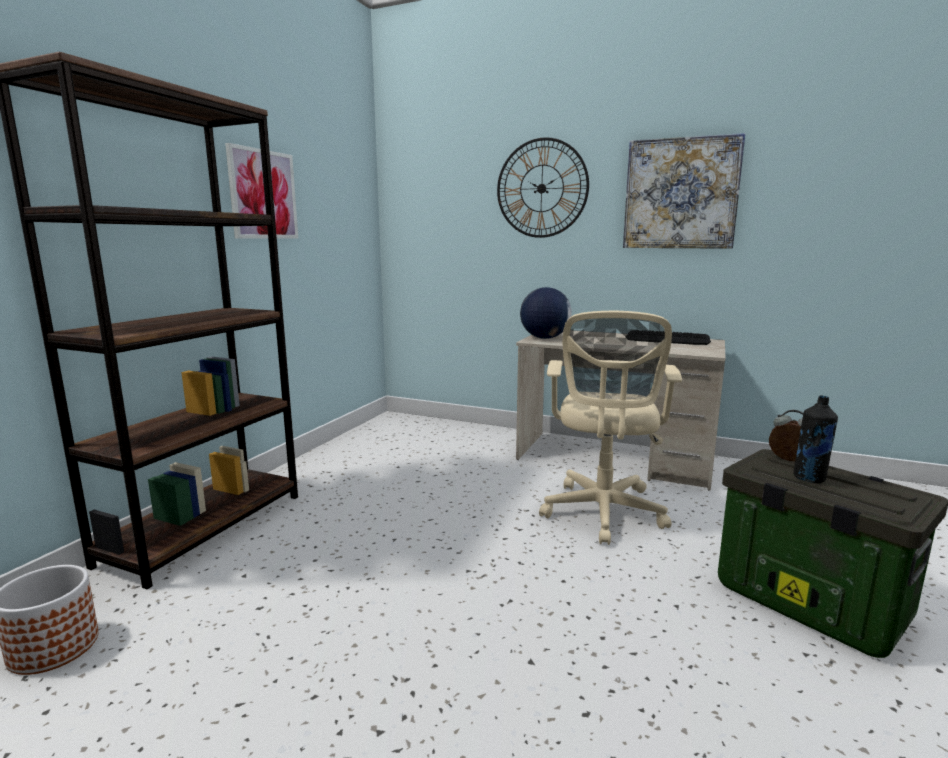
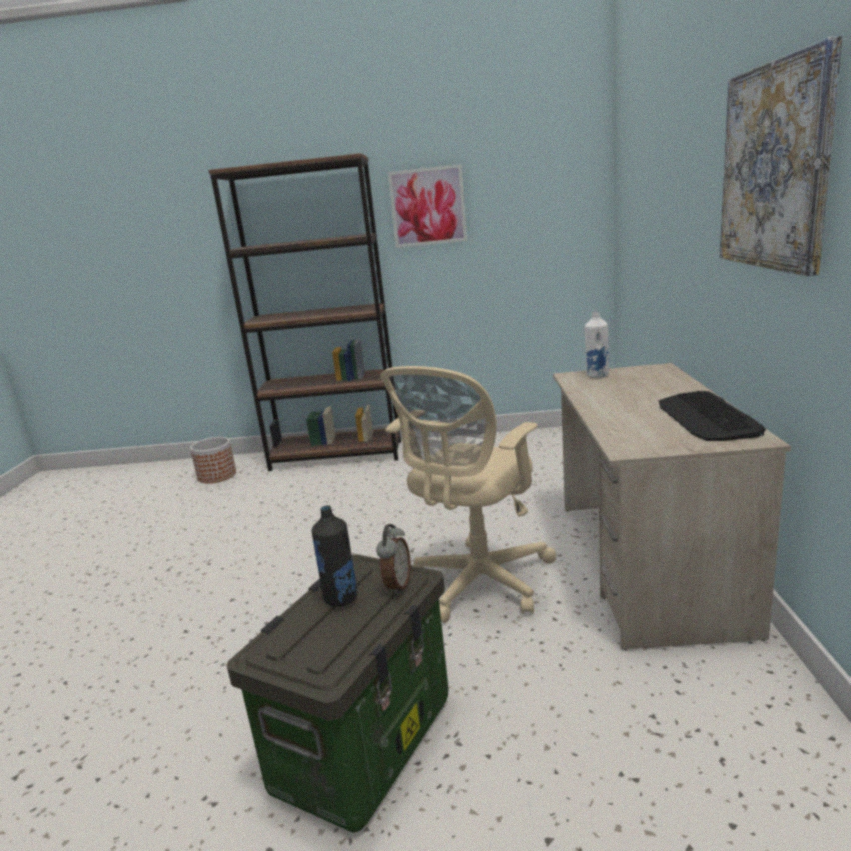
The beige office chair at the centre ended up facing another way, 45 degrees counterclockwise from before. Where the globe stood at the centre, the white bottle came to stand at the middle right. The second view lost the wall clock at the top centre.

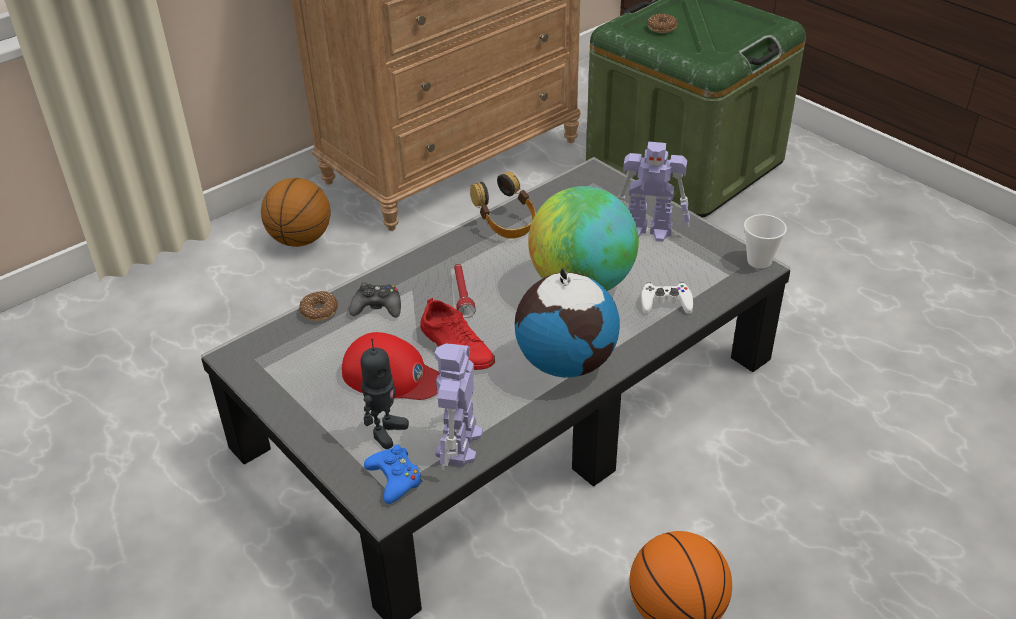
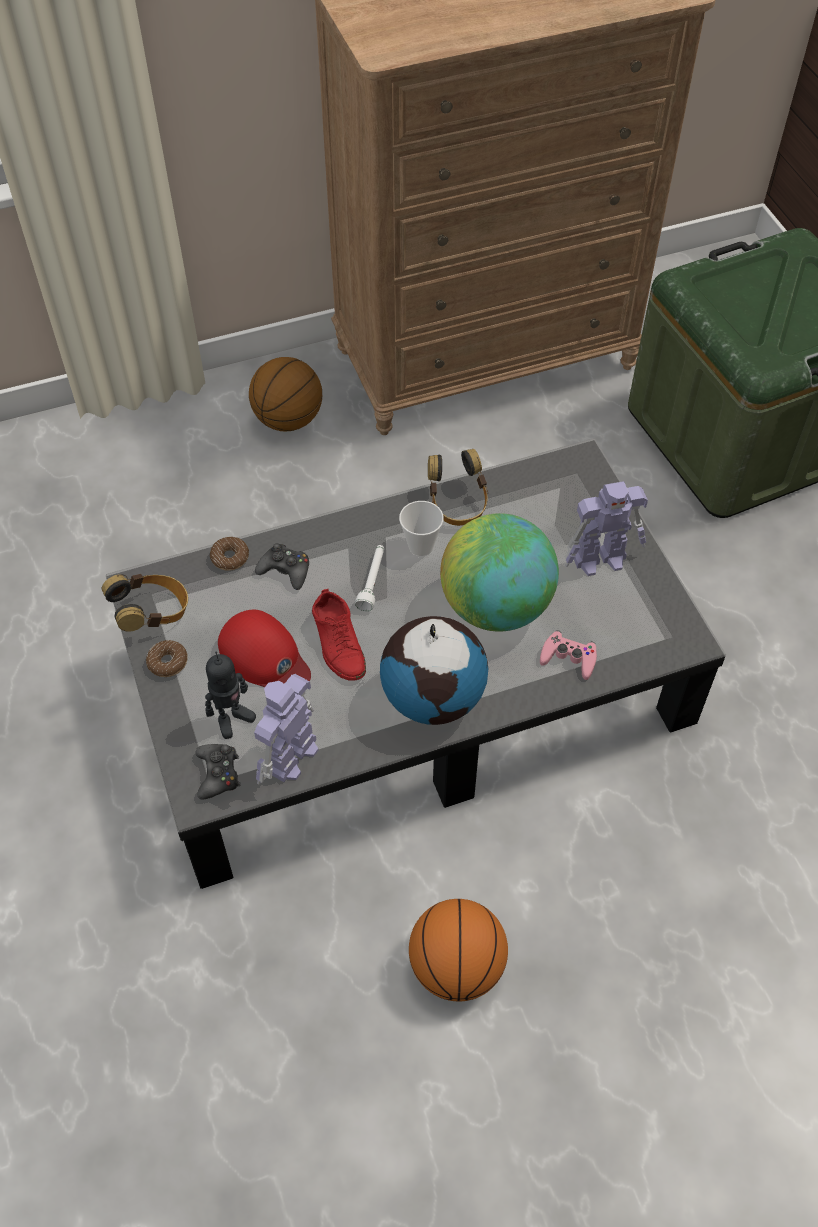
The second view gained the headphones (1st from left) at the middle left. The donut (2nd from left in the first image) ended up elsewhere, having gone from the top centre to the middle left. What was the blue game controller at the bottom centre turned into the black game controller (1st from left) at the middle left. What was the red flashlight at the centre turned into the white flashlight at the centre. The cup ended up elsewhere, having gone from the middle right to the centre. What was the white game controller at the centre turned into the pink game controller at the middle right. The toy robot (3rd from left) at the top centre ended up facing another way, 45 degrees counterclockwise from before.

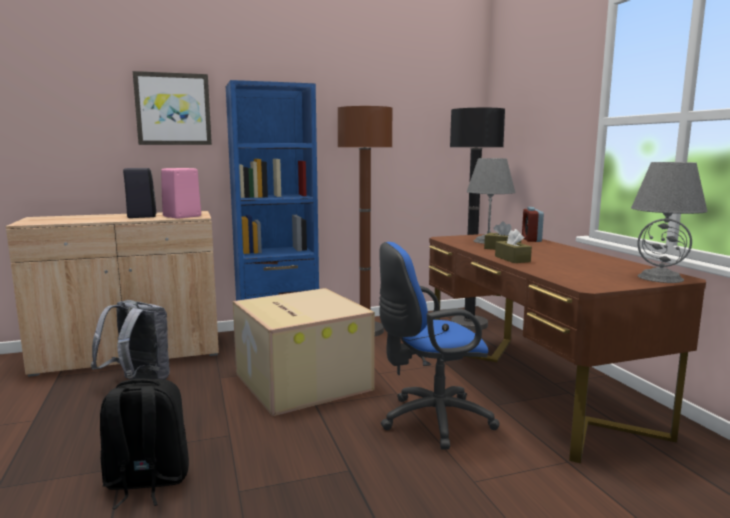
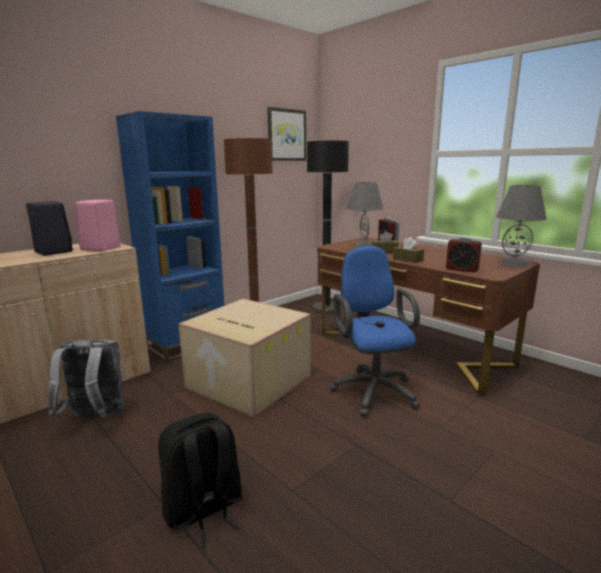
The picture ended up elsewhere, having gone from the top left to the top centre. The blue office chair at the bottom centre ended up facing another way, 120 degrees clockwise from before. The second view gained the alarm clock (2nd from left) at the middle right.

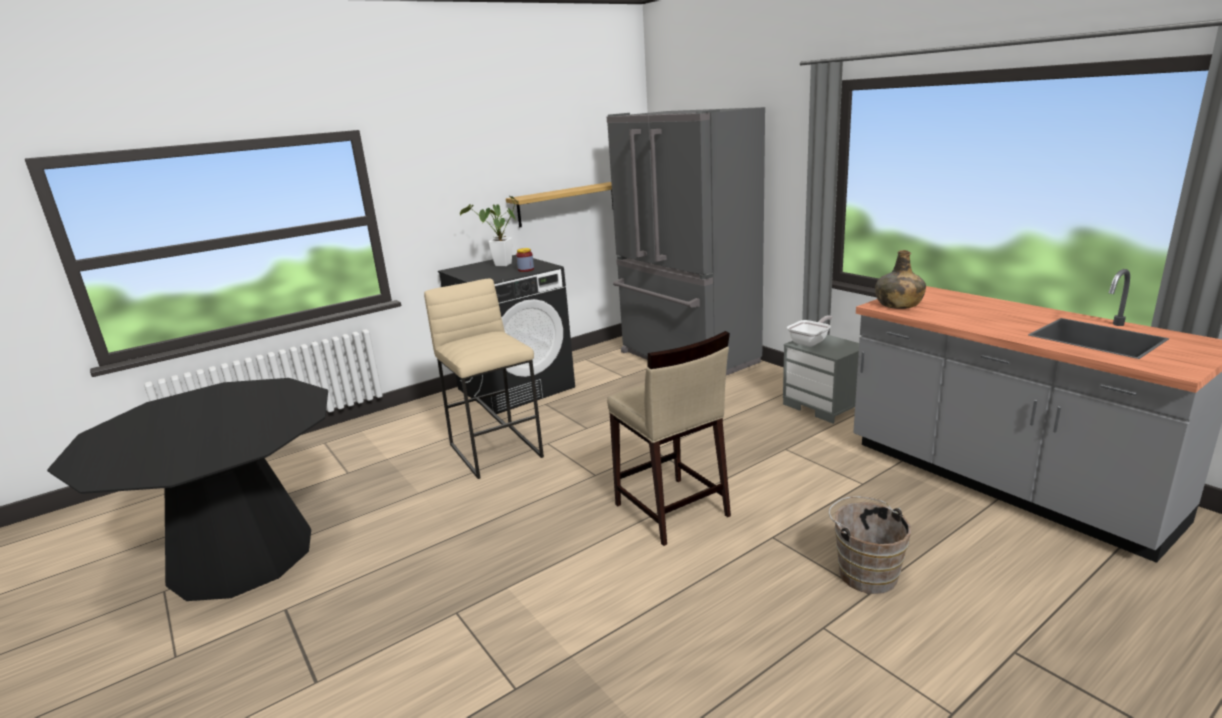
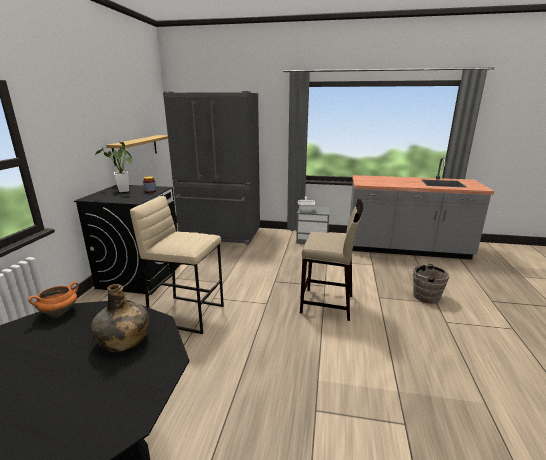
The second view gained the orange cooking pot at the middle left. The green bottle ended up elsewhere, having gone from the middle right to the bottom left.

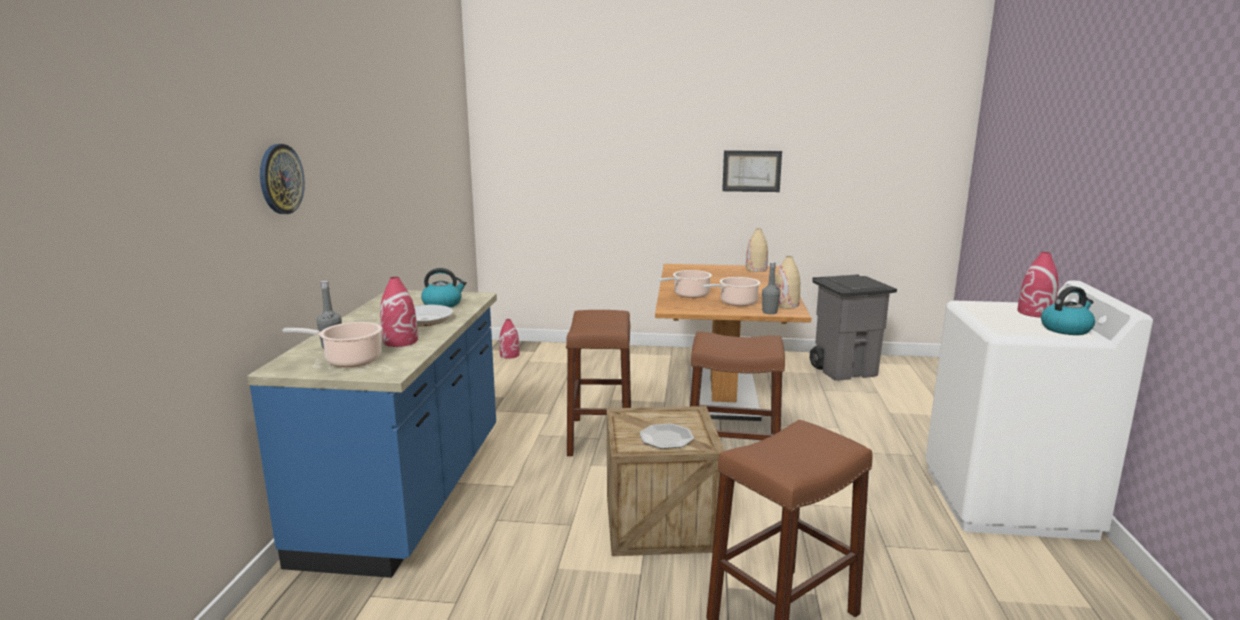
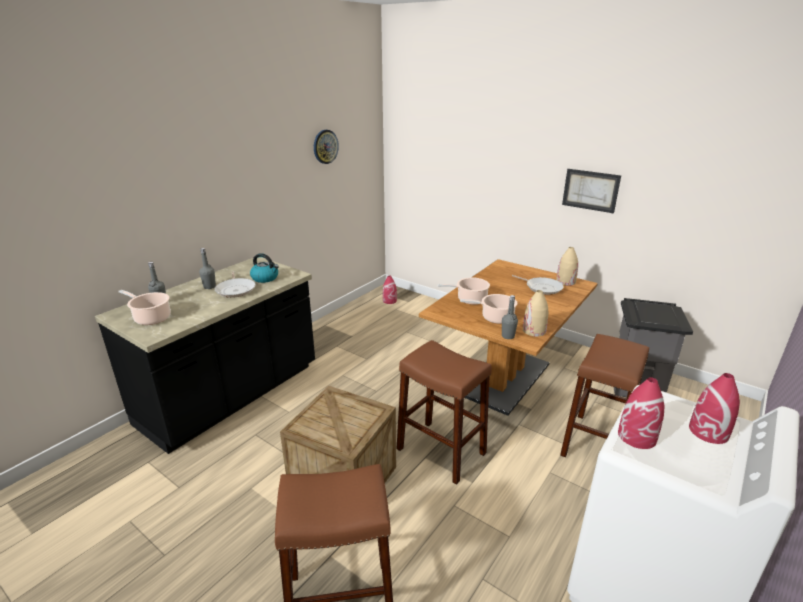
What was the blue counter at the bottom left turned into the black counter at the middle left. The second view gained the grey bottle (2nd from left) at the middle left. The wall clock ended up elsewhere, having gone from the top left to the top centre. The second view gained the frying pan (2nd from left) at the middle right. The brown stool (1st from left in the first image) ended up elsewhere, having gone from the centre to the middle right. The red vase (1st from left in the first image) ended up elsewhere, having gone from the middle left to the bottom right. The second view lost the plate at the bottom centre. The second view lost the kettle (2nd from left) at the middle right.

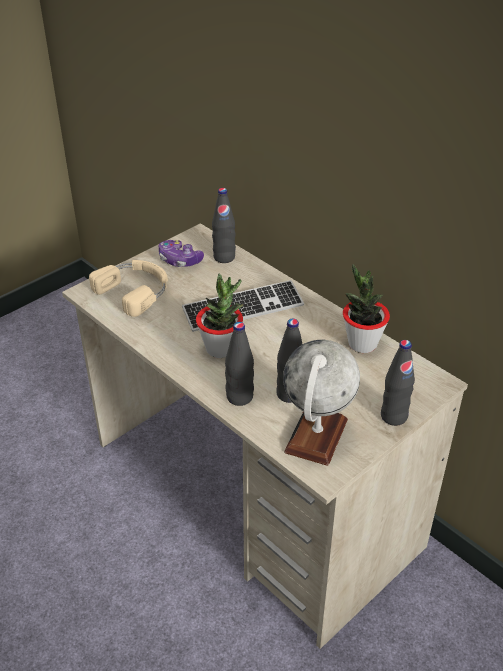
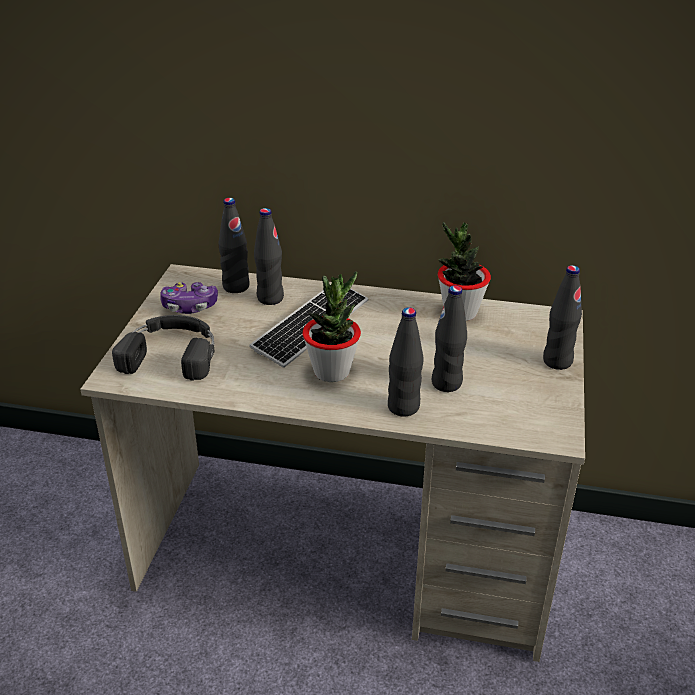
What was the beige headphones at the middle left turned into the black headphones at the middle left. The second view gained the black bottle (2nd from left) at the centre. The second view lost the globe at the centre.

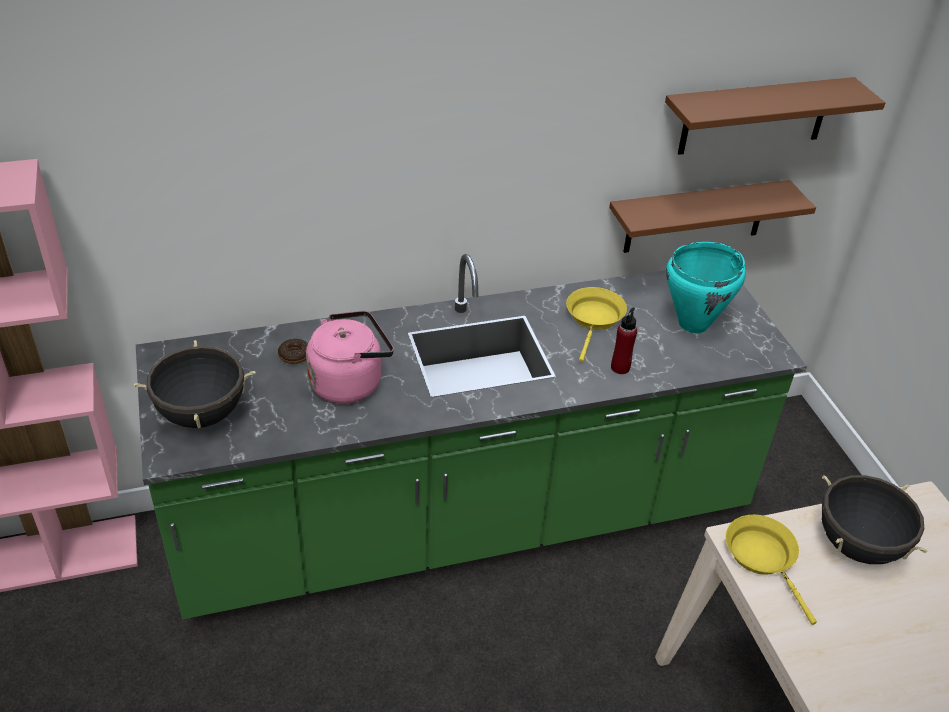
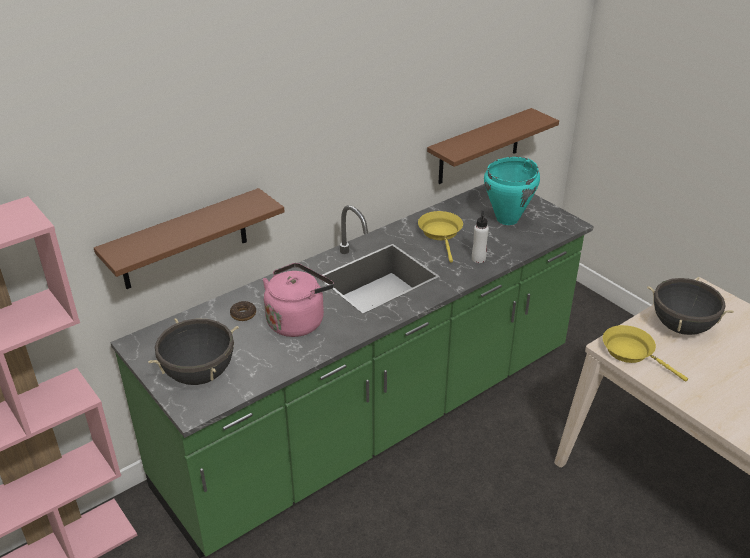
The brown shelf (2nd from left in the first image) ended up elsewhere, having gone from the top right to the middle left. What was the red bottle at the centre turned into the white bottle at the centre.

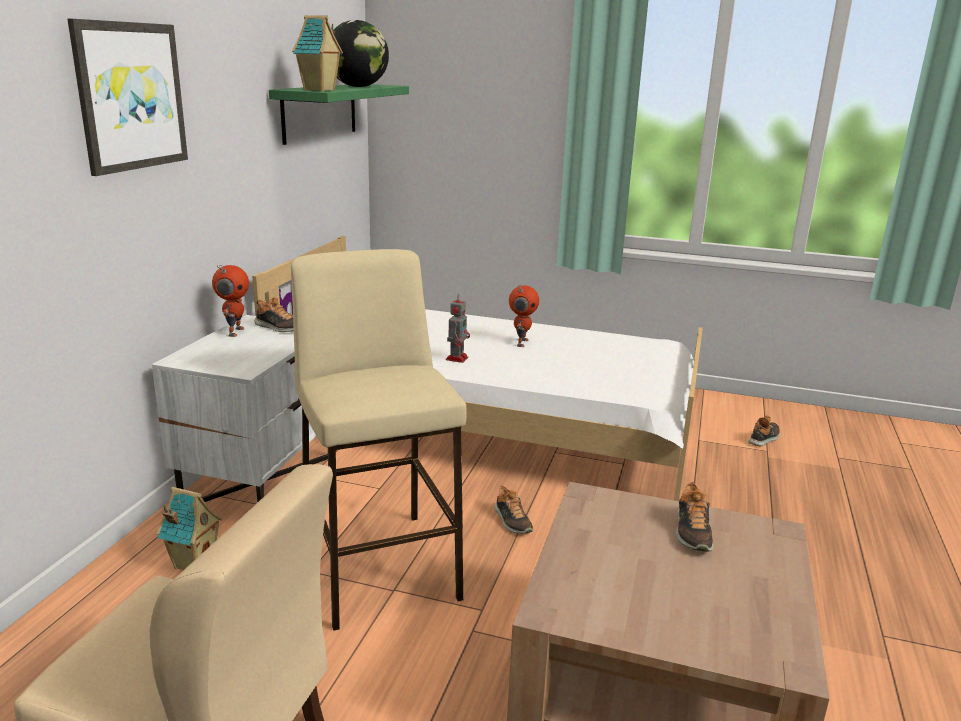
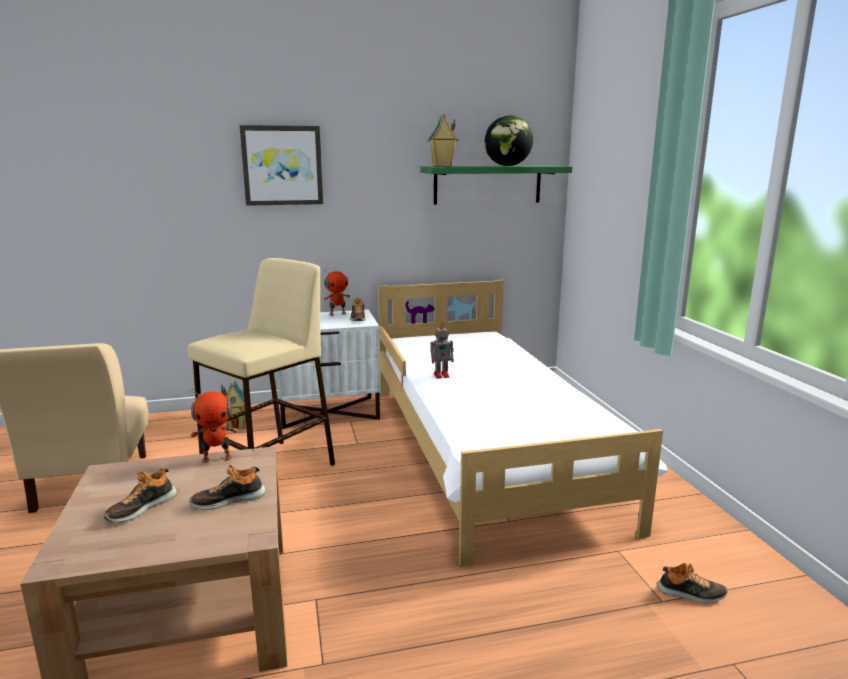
The shoe (2nd from left in the first image) ended up elsewhere, having gone from the bottom centre to the bottom left. The toy robot (3rd from left in the first image) ended up elsewhere, having gone from the centre to the middle left.

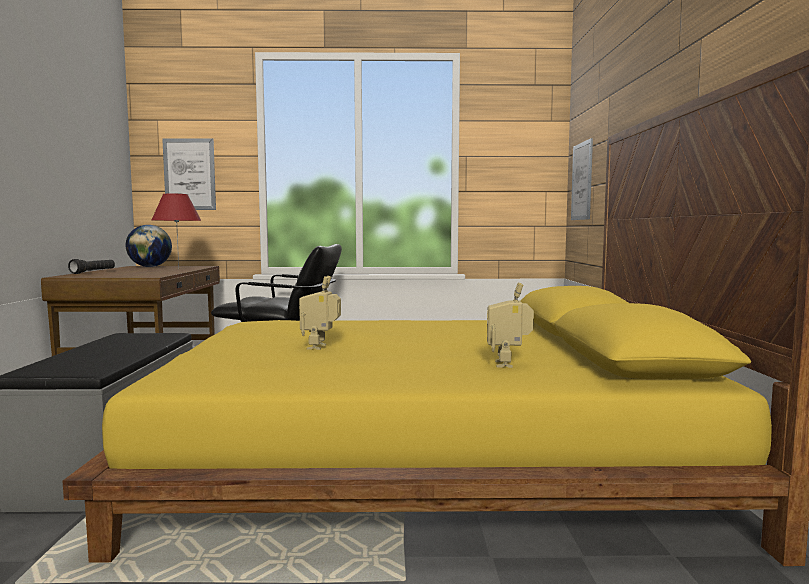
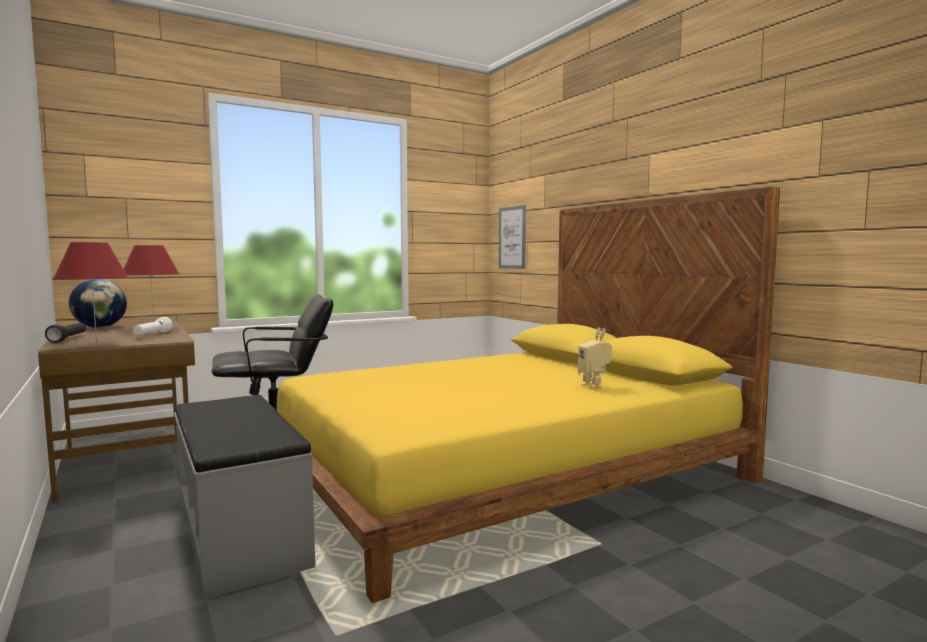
The second view gained the red table lamp (1st from left) at the middle left. The second view gained the white flashlight at the middle left. The second view lost the picture (1st from left) at the top left. The second view lost the toy robot (1st from left) at the centre.

